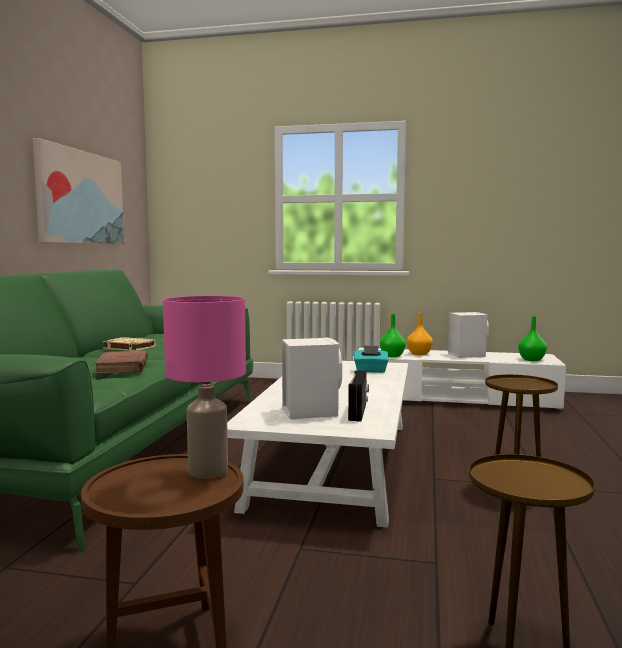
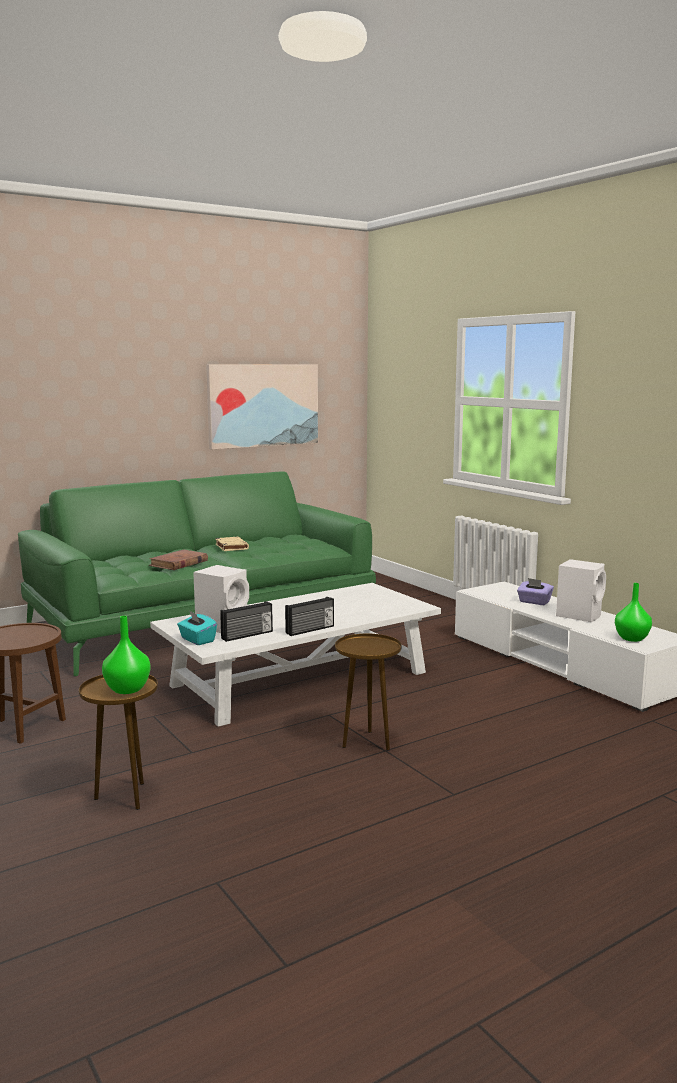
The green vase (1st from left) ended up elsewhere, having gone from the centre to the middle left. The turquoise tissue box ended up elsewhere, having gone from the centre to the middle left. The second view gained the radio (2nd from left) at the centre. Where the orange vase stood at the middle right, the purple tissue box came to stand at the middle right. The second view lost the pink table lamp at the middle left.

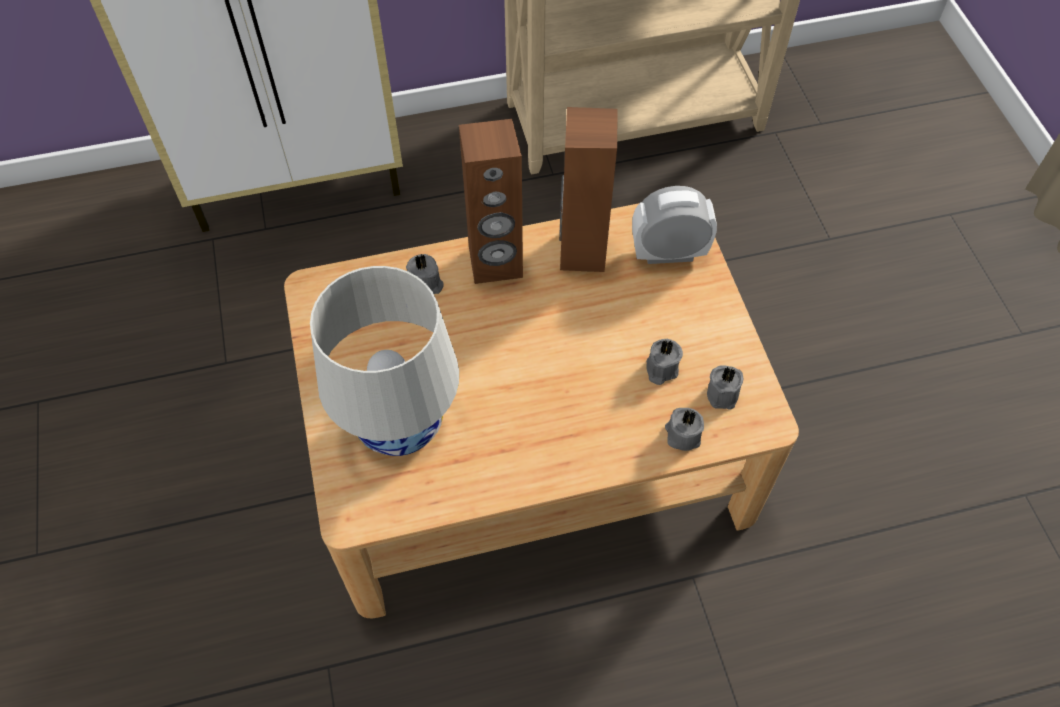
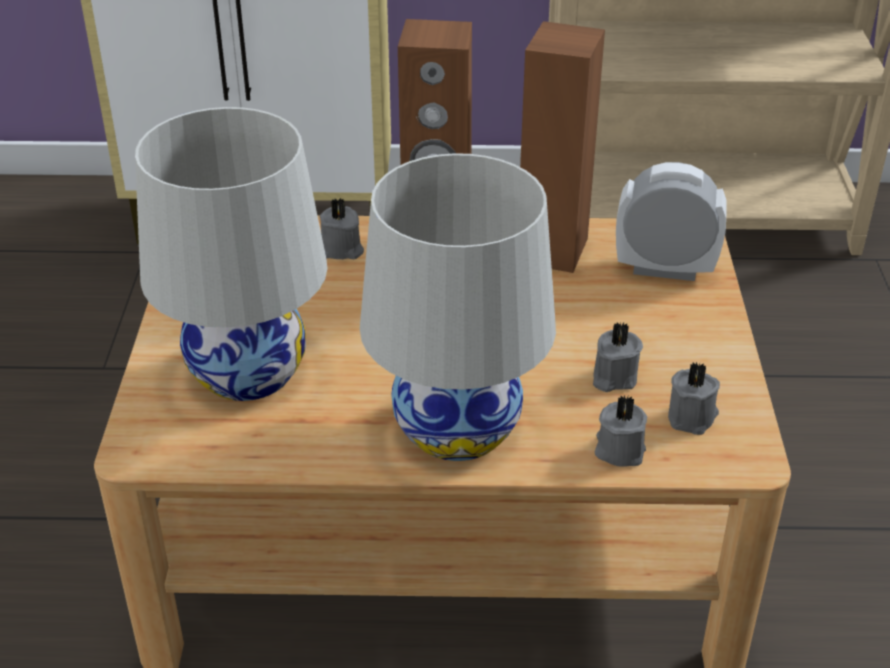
The second view gained the white table lamp (2nd from left) at the centre.

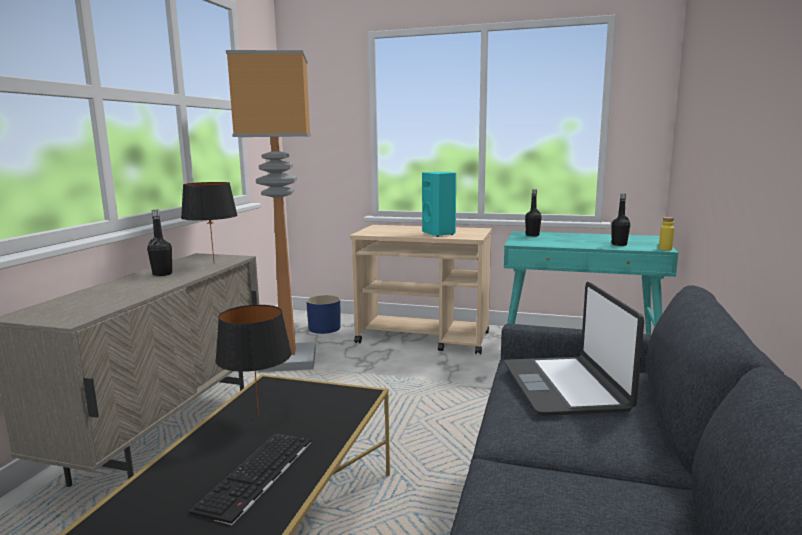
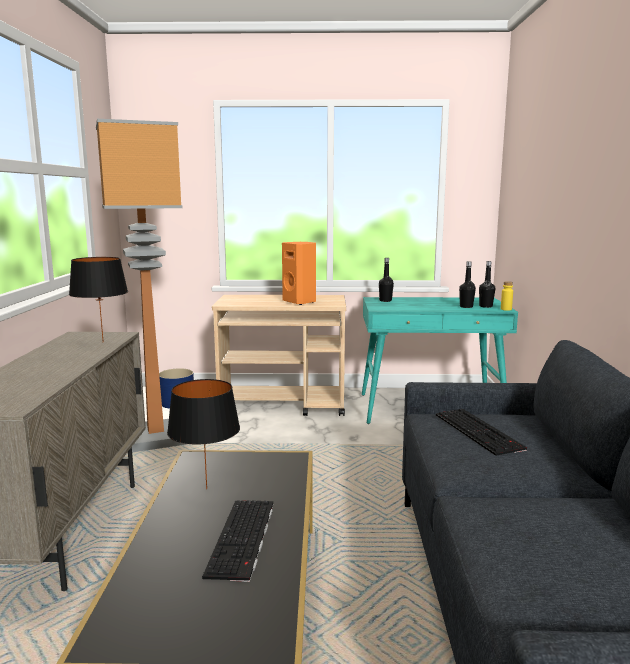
What was the turquoise speaker at the centre turned into the orange speaker at the centre. Where the laptop stood at the middle right, the keyboard (2nd from left) came to stand at the middle right. The black bottle (1st from left in the first image) ended up elsewhere, having gone from the middle left to the middle right.

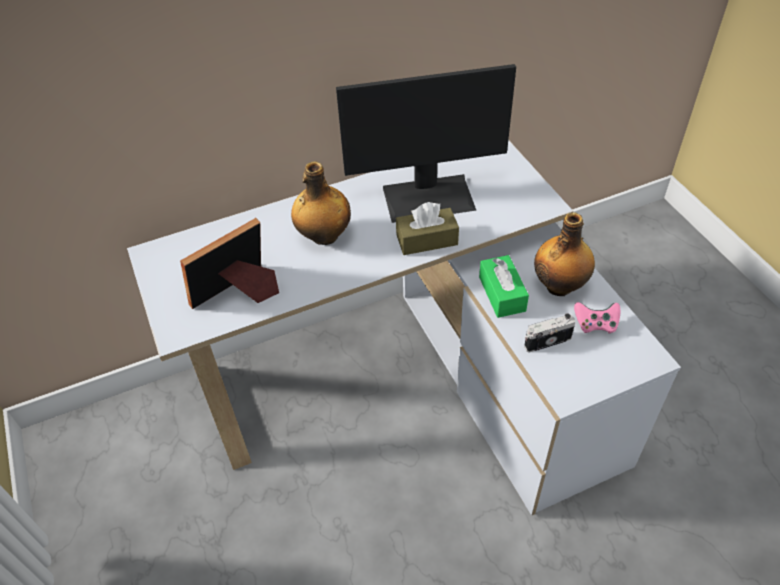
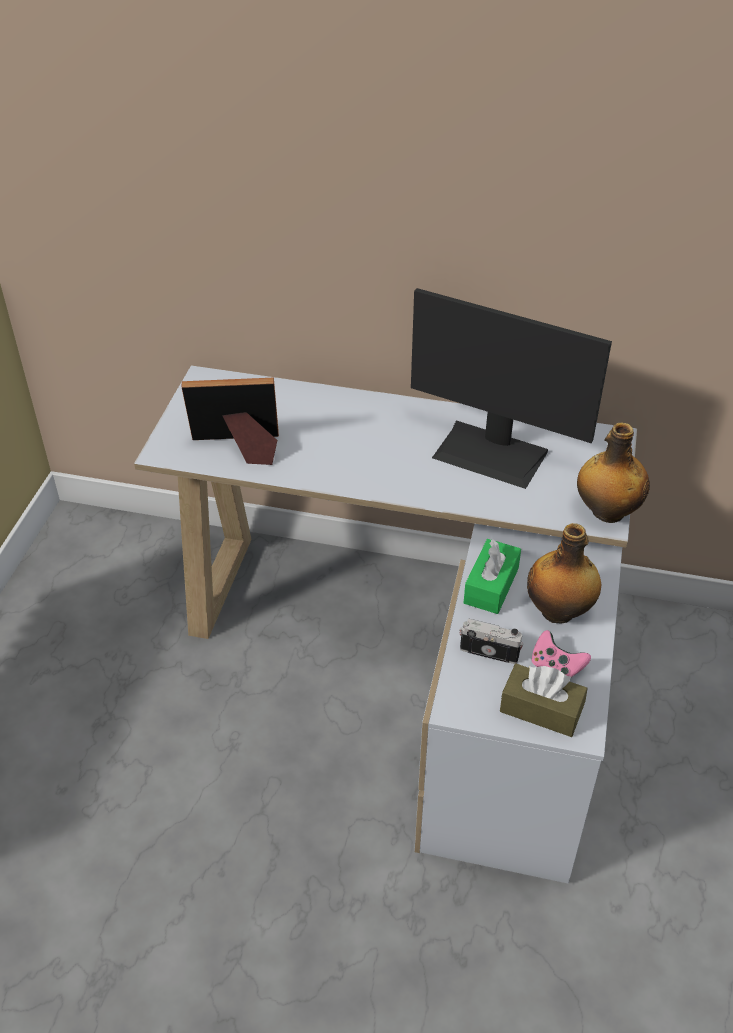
The brown tissue box ended up elsewhere, having gone from the centre to the bottom right. The bottle (1st from left in the first image) ended up elsewhere, having gone from the centre to the middle right.

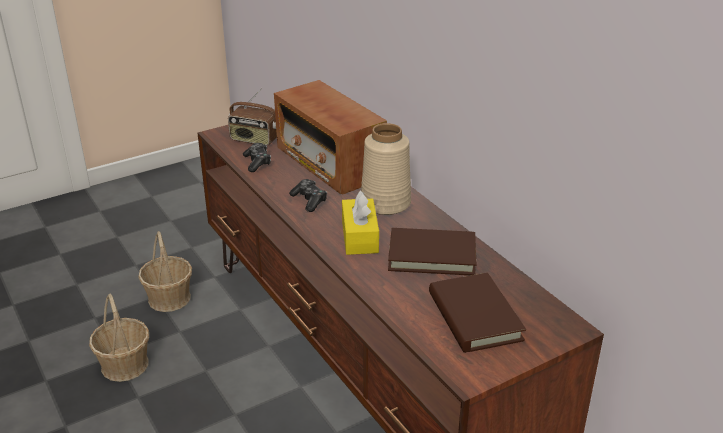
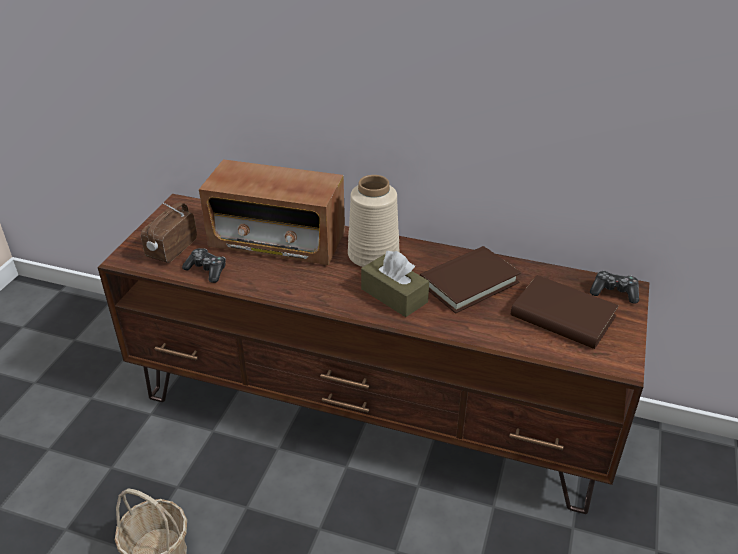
The radio (1st from left) at the top centre ended up facing another way, 135 degrees clockwise from before. What was the yellow tissue box at the centre turned into the brown tissue box at the centre. The game controller (2nd from left) ended up elsewhere, having gone from the centre to the middle right. The second view lost the basket (2nd from left) at the middle left.

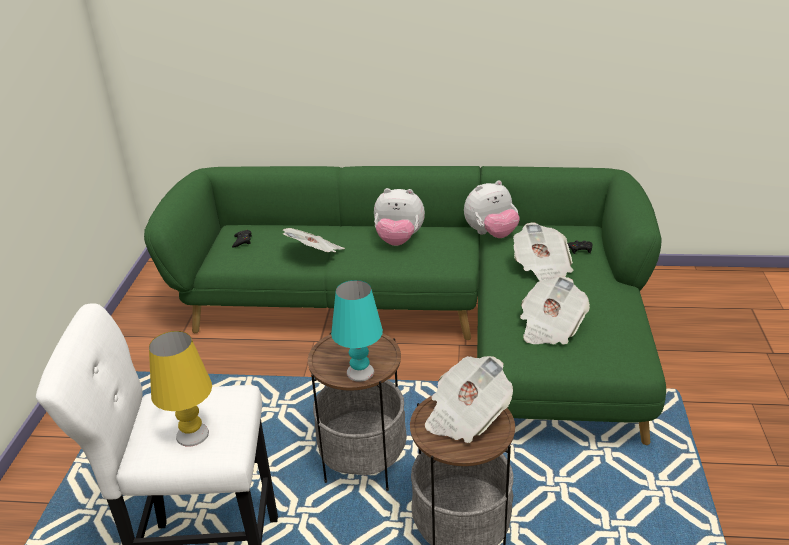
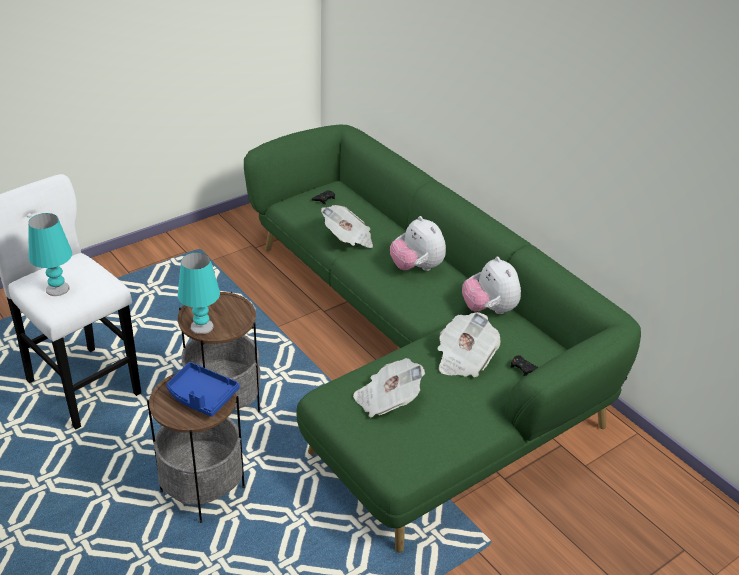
What was the yellow table lamp at the bottom left turned into the turquoise table lamp (1st from left) at the middle left. Where the newspaper (2nd from left) stood at the bottom centre, the blue tray came to stand at the bottom left. The plush toy (2nd from left) at the centre ended up facing another way, 45 degrees clockwise from before.

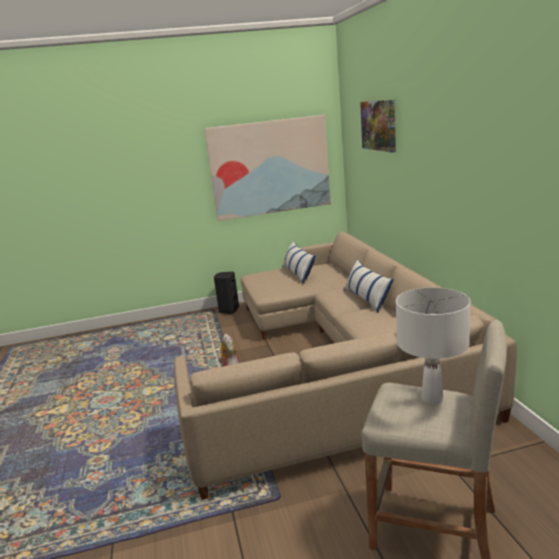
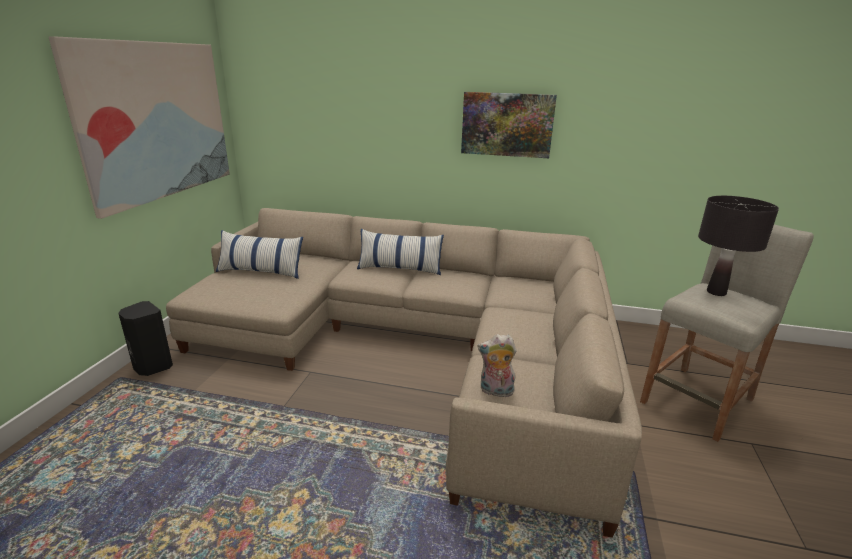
The picture (2nd from left) ended up elsewhere, having gone from the top right to the top centre. What was the white table lamp at the middle right turned into the black table lamp at the middle right.

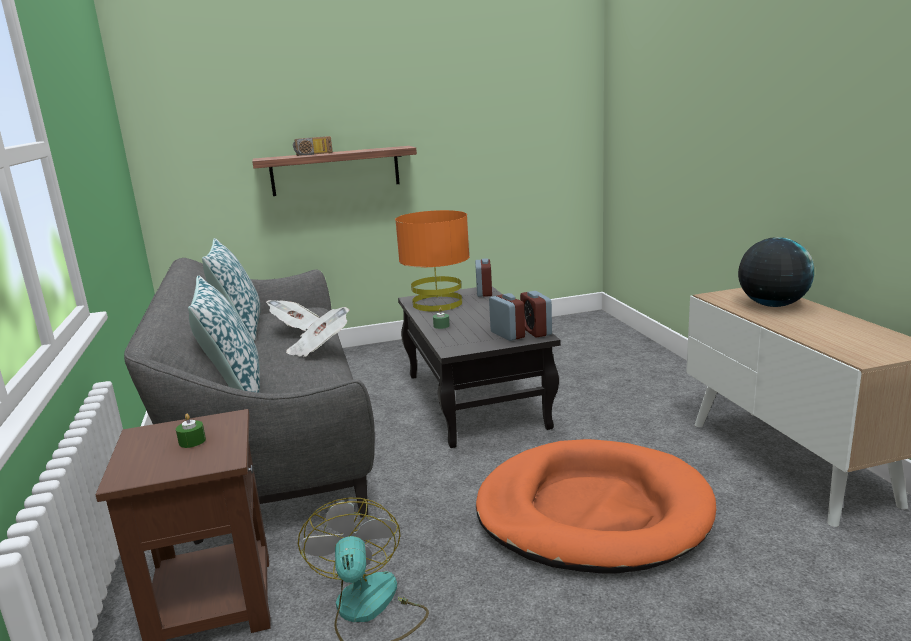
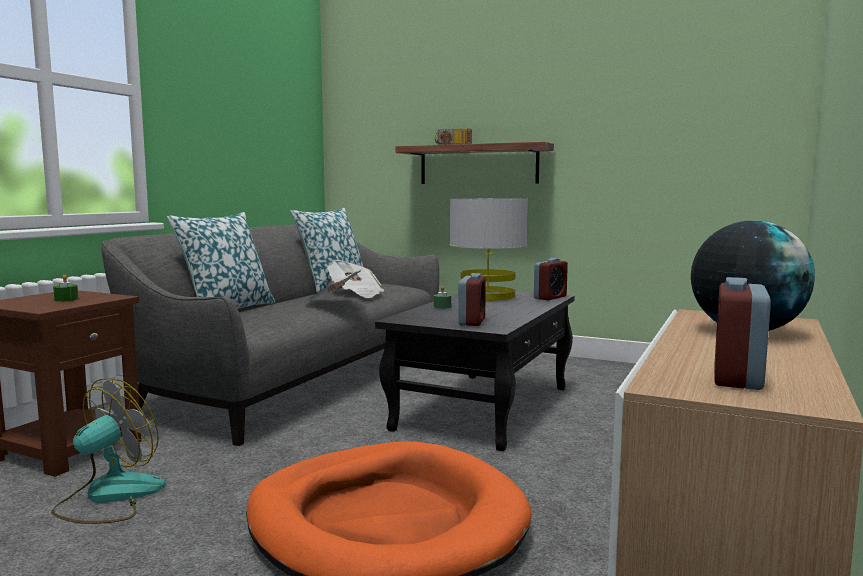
What was the orange table lamp at the centre turned into the grey table lamp at the centre. The alarm clock (3rd from left) ended up elsewhere, having gone from the centre to the middle right.

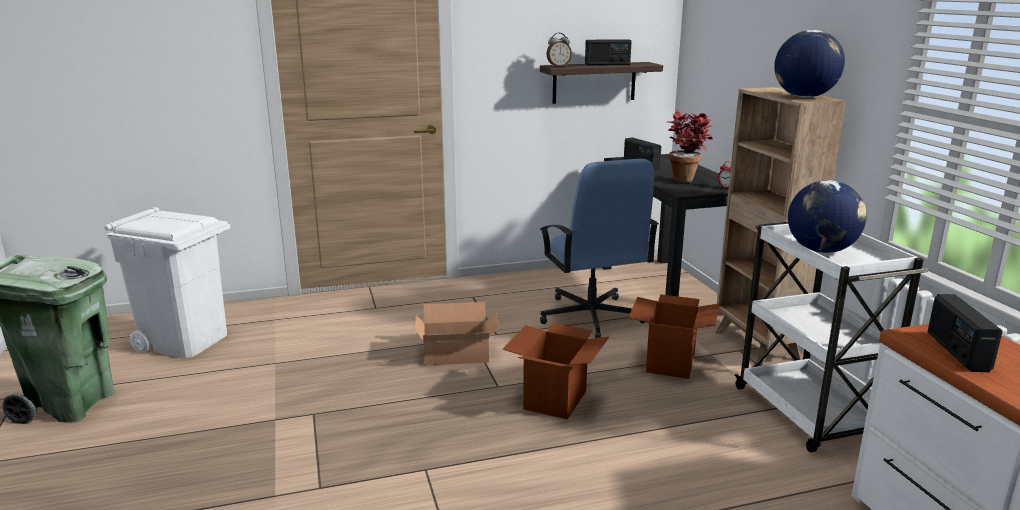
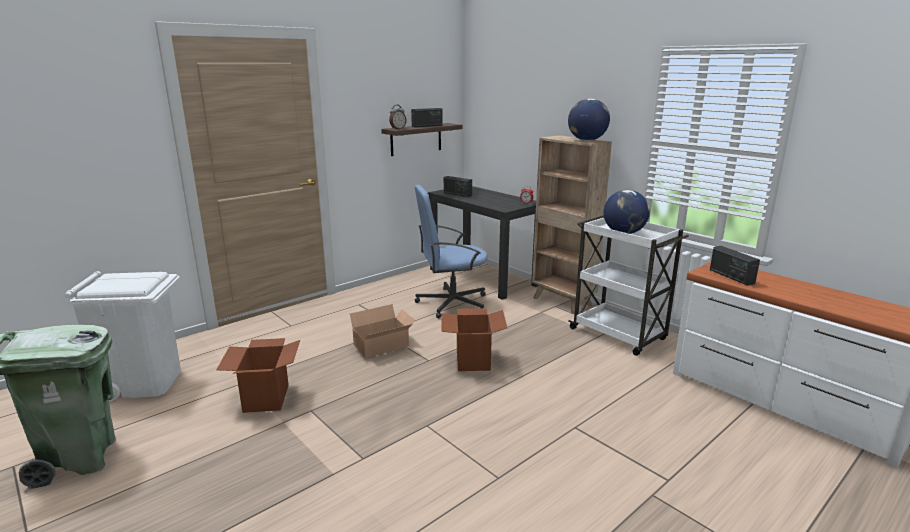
The cardboard box (3rd from left in the first image) ended up elsewhere, having gone from the centre to the bottom left. The blue office chair at the centre ended up facing another way, 120 degrees clockwise from before. The second view lost the potted plant at the top right.

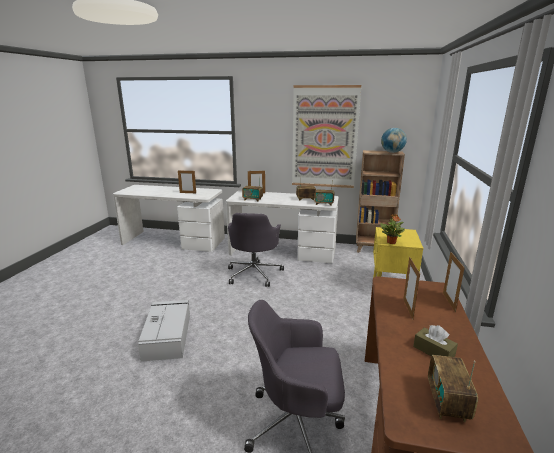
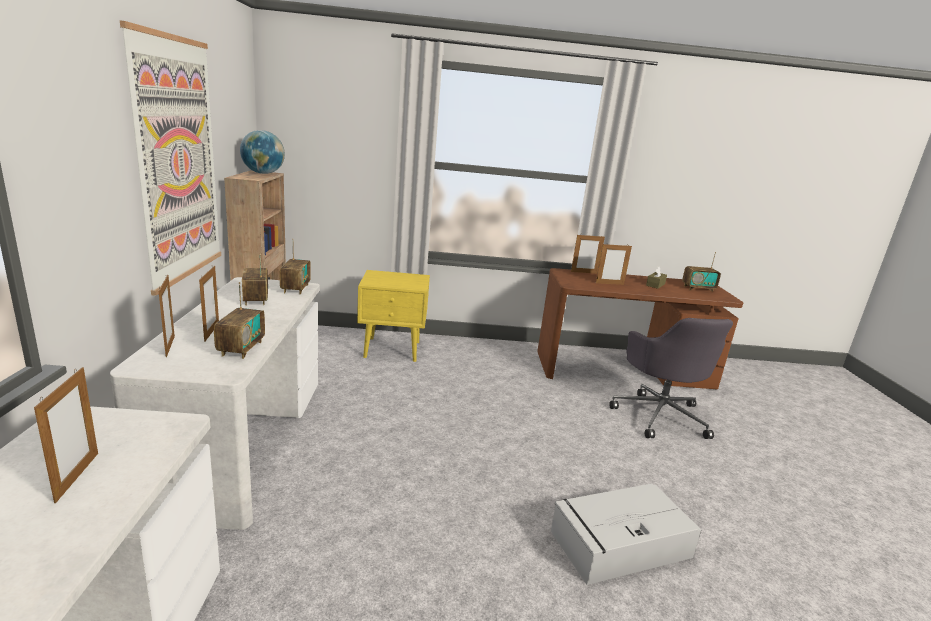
The second view gained the picture frame (3rd from left) at the middle left. The second view lost the grey office chair (1st from left) at the centre. The second view lost the potted plant at the middle right.

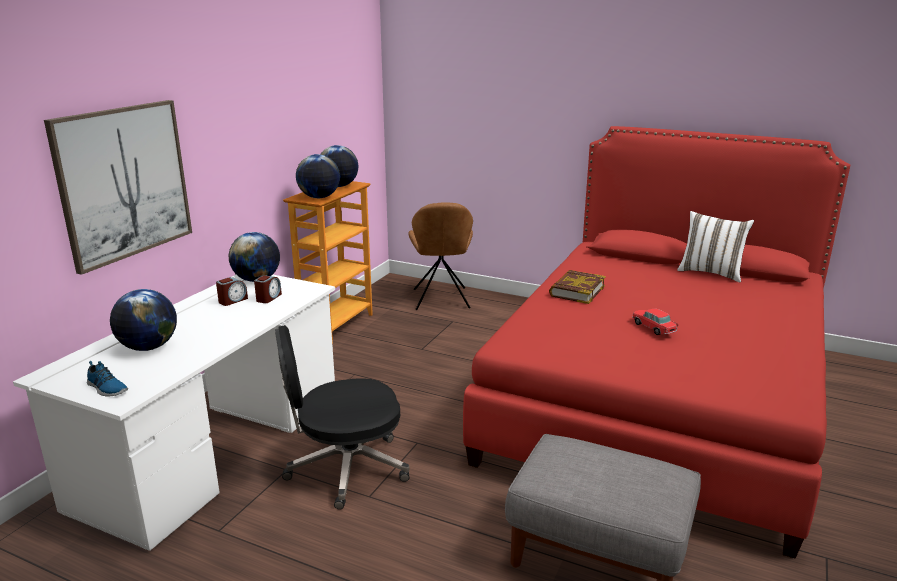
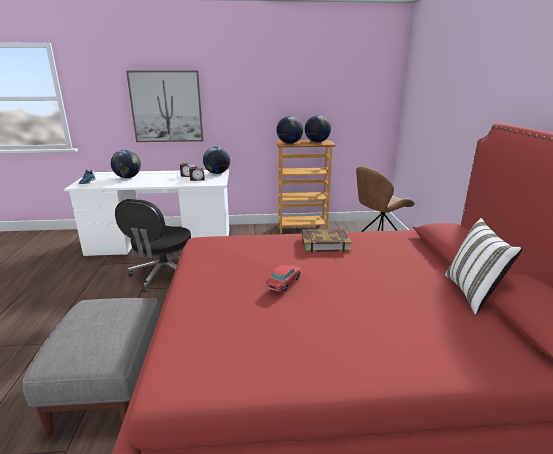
The black office chair at the bottom centre ended up facing another way, 120 degrees counterclockwise from before.

